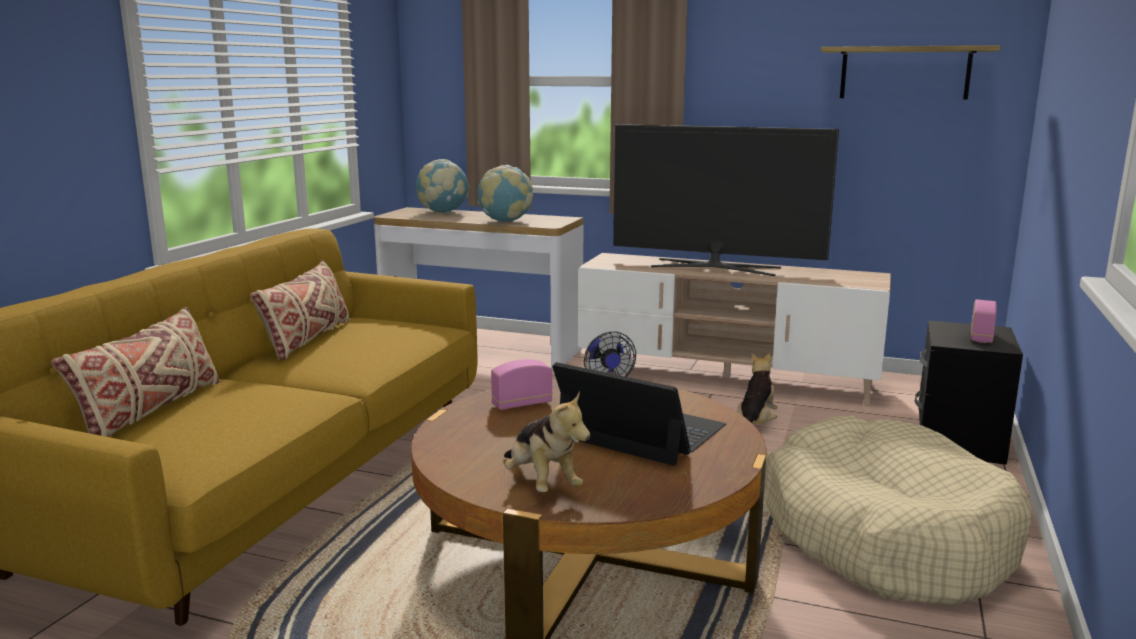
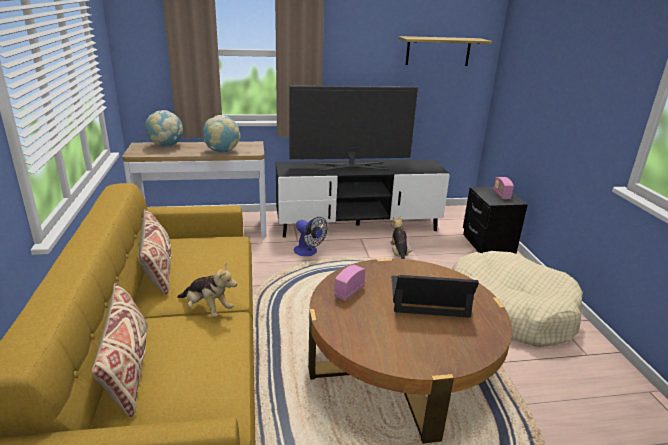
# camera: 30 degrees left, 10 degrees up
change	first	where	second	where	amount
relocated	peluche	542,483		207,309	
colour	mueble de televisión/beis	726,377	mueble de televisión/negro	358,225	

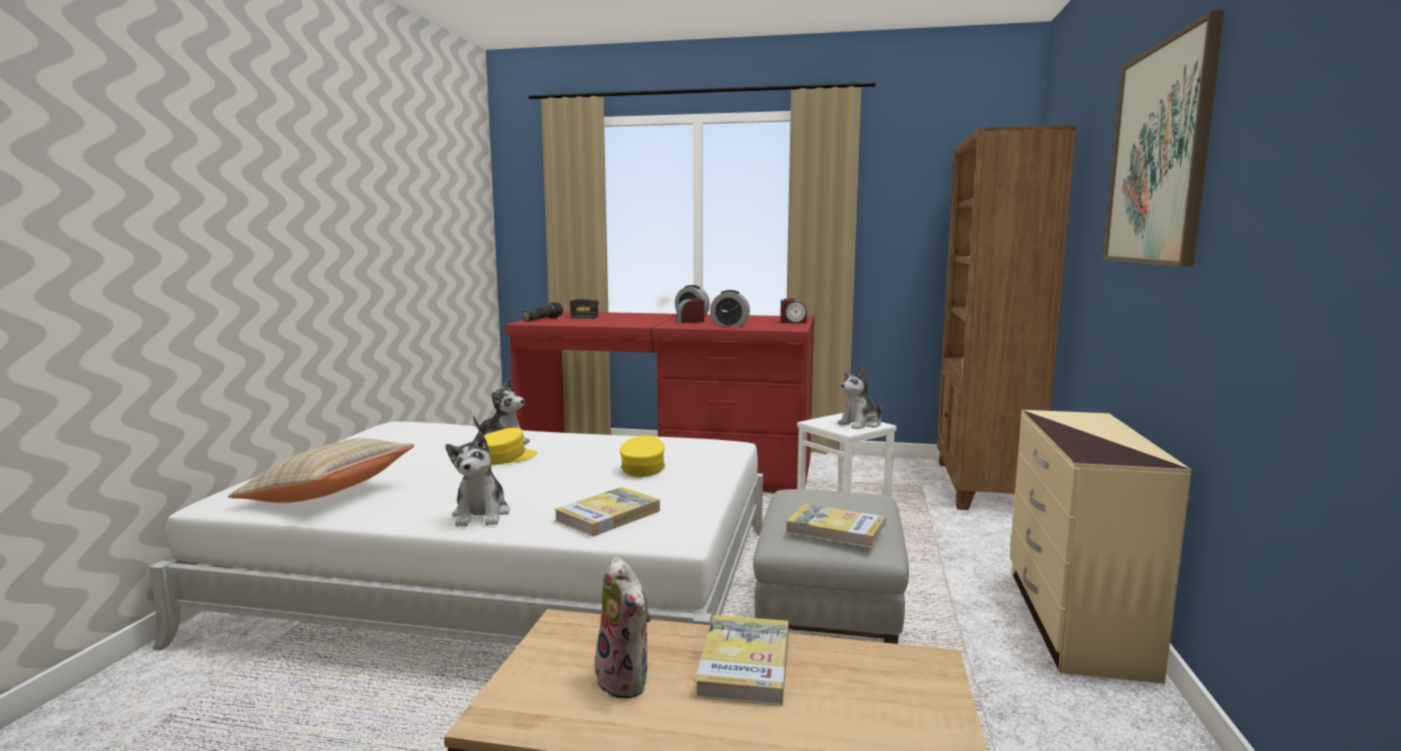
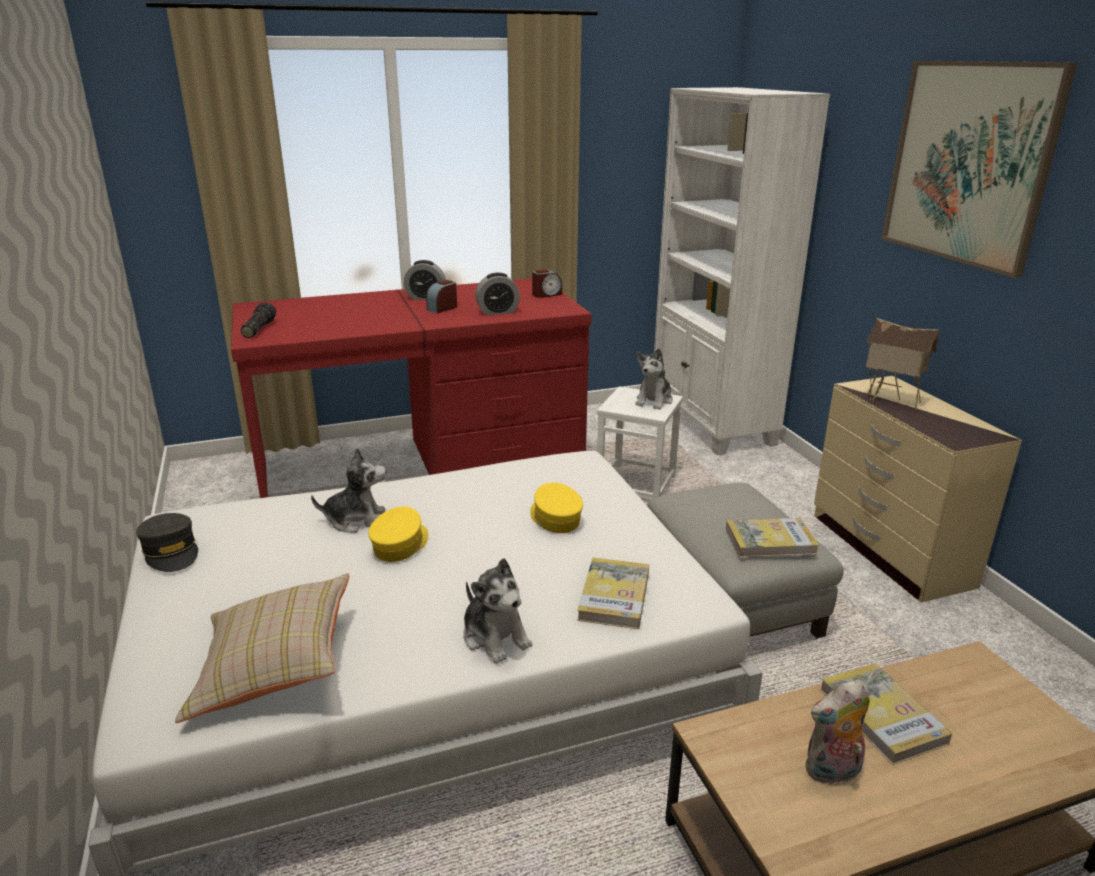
# camera: 30 degrees left, 15 degrees up
change	first	where	second	where	amount
relocated	gorra/gris	584,317		171,552	
colour	estantería/marrón	982,486	estantería/blanco	711,423	
spun	peluche	627,681		832,772	135 degrees clockwise
appeared			casita	890,401	

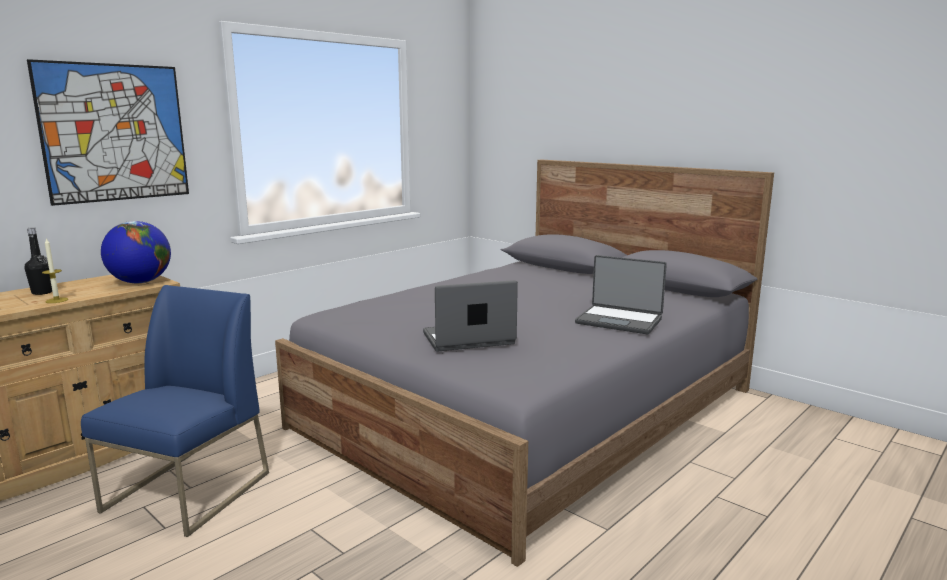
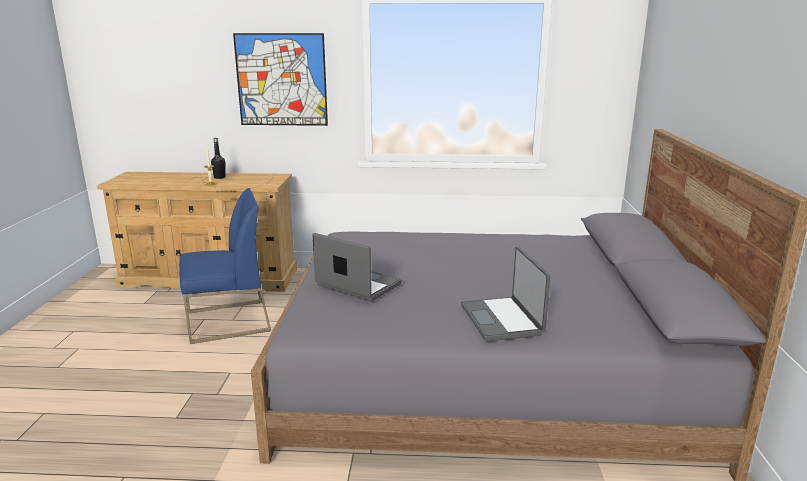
# camera: 50 degrees right, 5 degrees up
change	first	where	second	where	amount
missing	globo terráqueo	140,282			

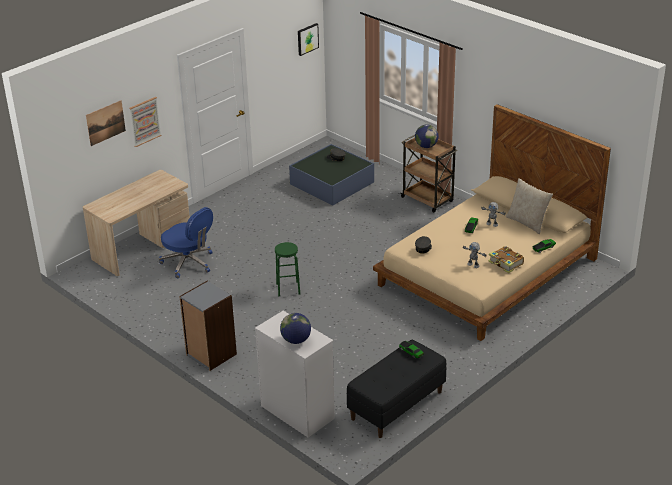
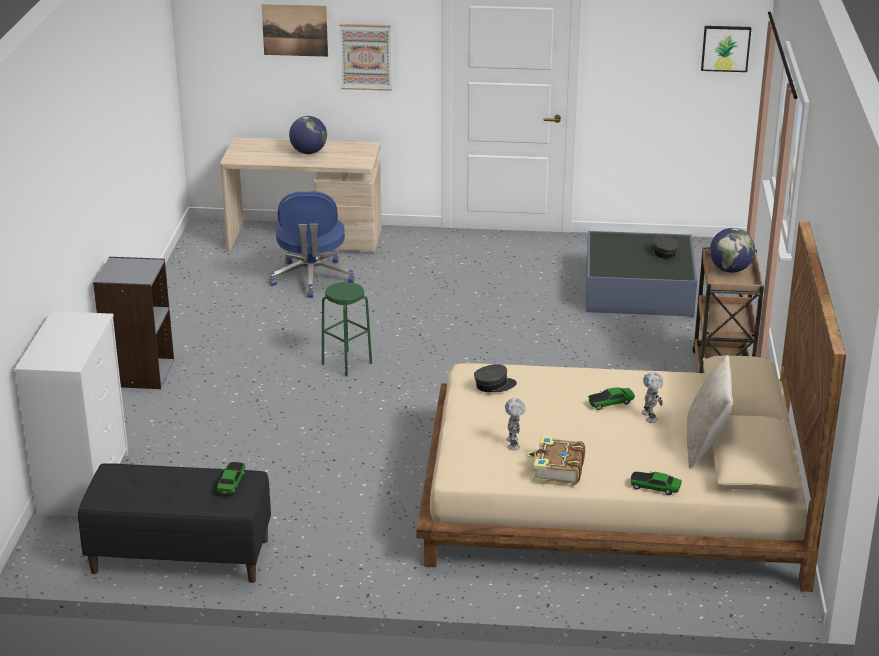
# camera: 50 degrees right, 5 degrees down
change	first	where	second	where	amount
relocated	globo terráqueo	296,340		308,152	

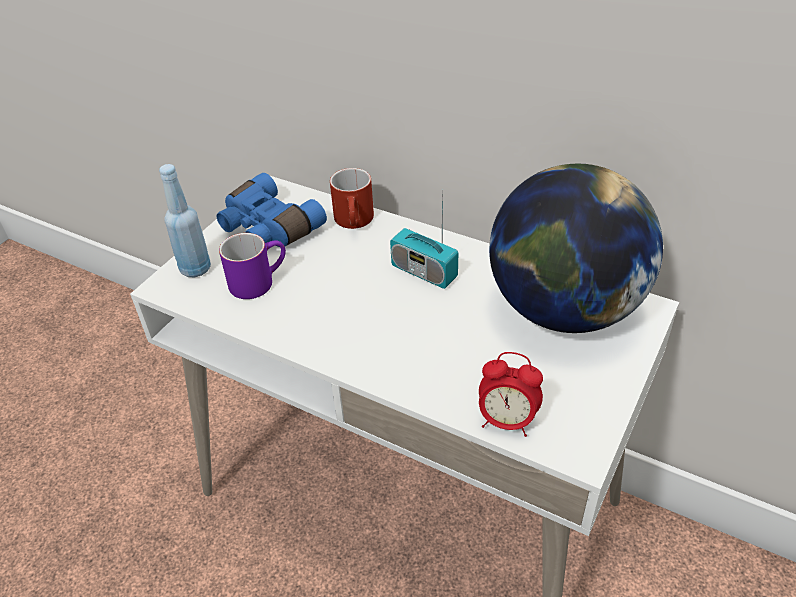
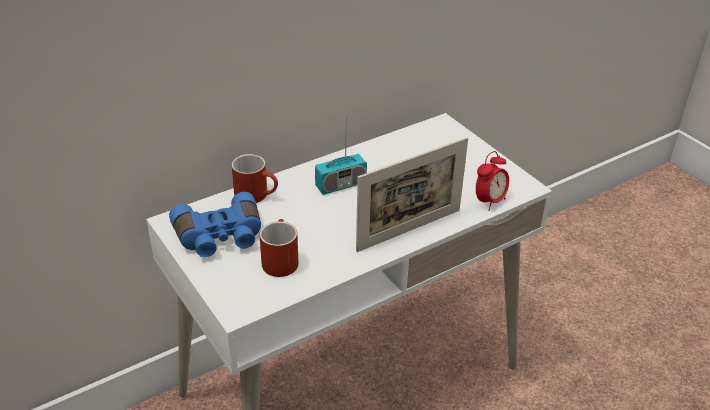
# camera: 65 degrees left, 5 degrees down
change	first	where	second	where	amount
colour	taza grande/morado	258,280	taza grande/rojo	279,259	
appeared			portarretratos	409,230	
missing	botella/azul	195,268			
missing	globo terráqueo	564,309			

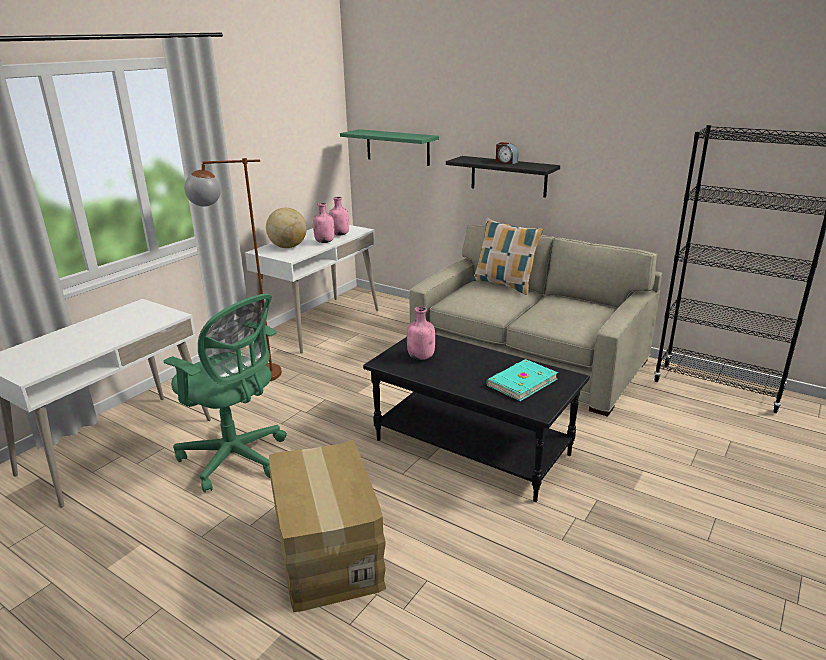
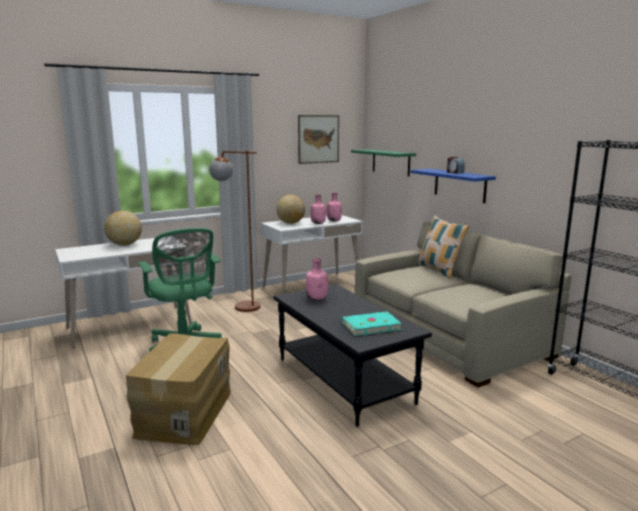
# camera: 25 degrees right, 10 degrees down
change	first	where	second	where	amount
appeared			globo terráqueo	125,245	
appeared			cuadro	318,139	
colour	estante/negro	508,176	estante/azul	459,185	

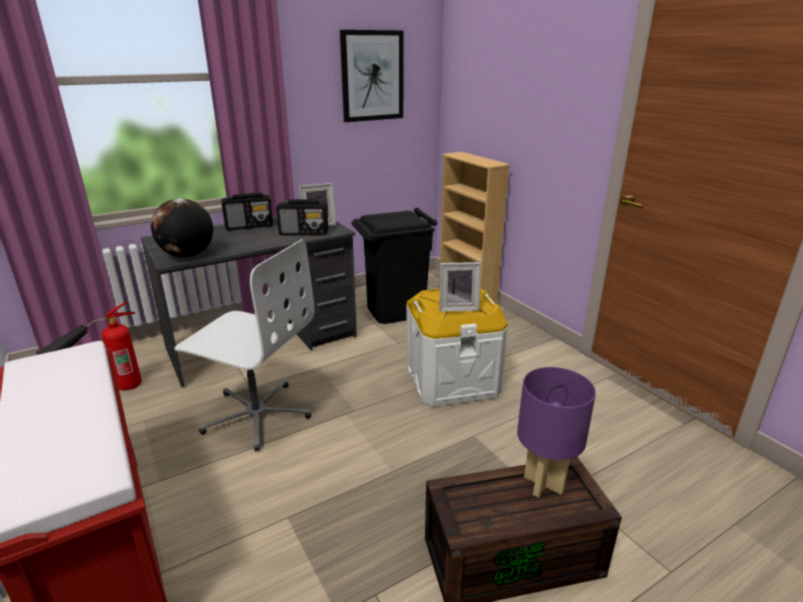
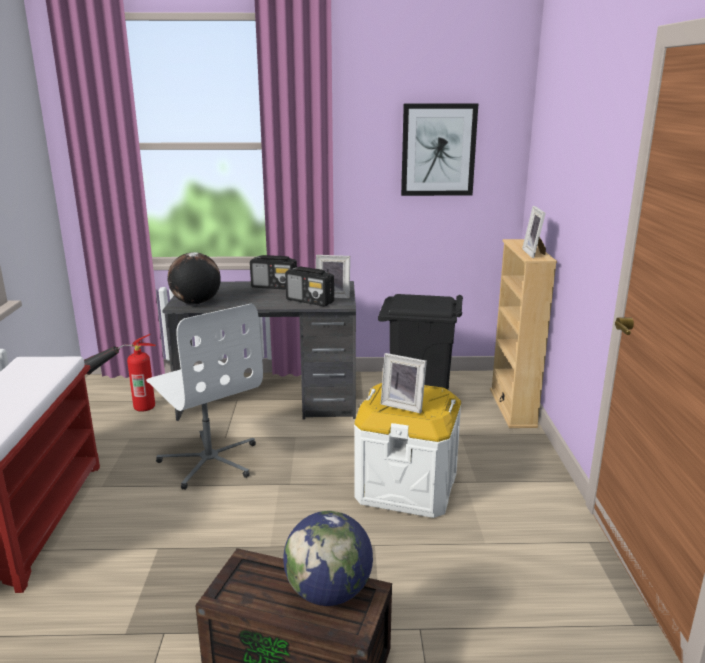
# camera: 30 degrees right, 5 degrees down
change	first	where	second	where	amount
exchanged	lámpara de mesa/morado	543,485	globo terráqueo	328,592	
appeared			portarretratos	534,253	

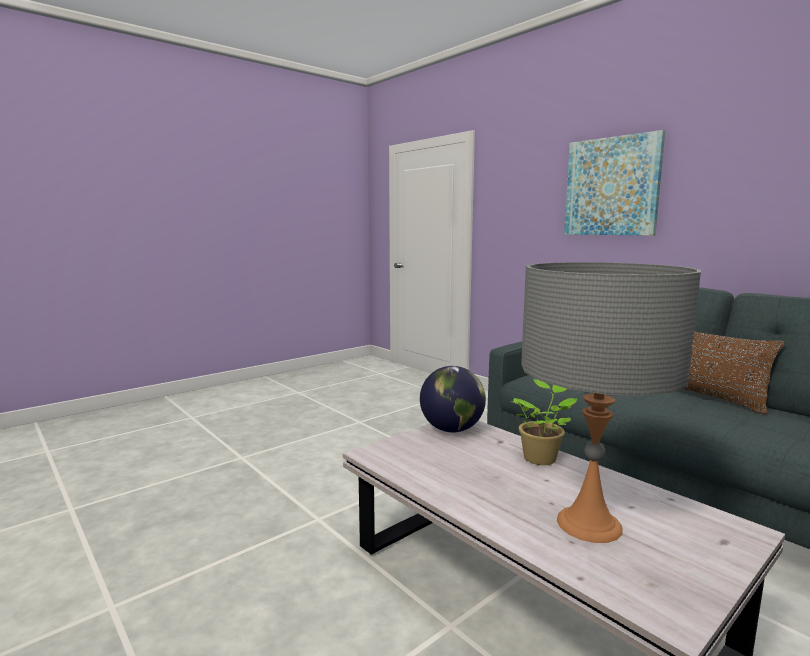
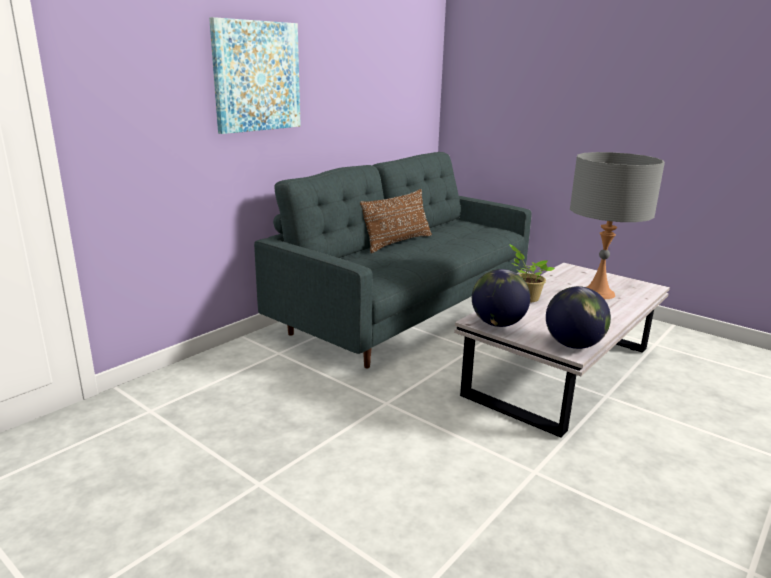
# camera: 100 degrees left, 10 degrees up
change	first	where	second	where	amount
appeared			globo terráqueo	573,345	

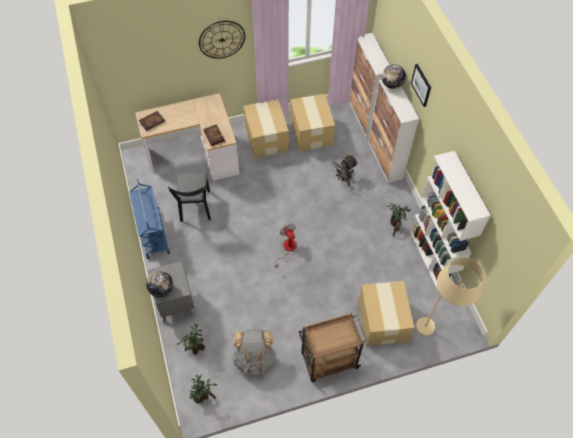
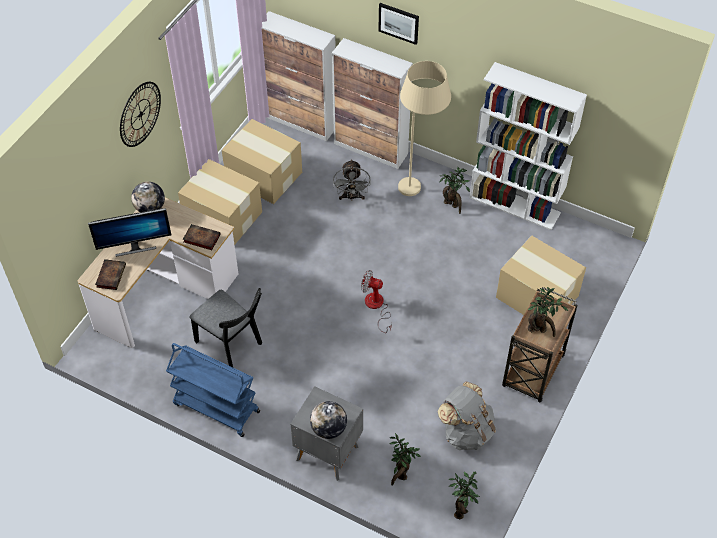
# camera: 45 degrees left, 5 degrees down
change	first	where	second	where	amount
appeared			monitor	135,247	
relocated	globo terráqueo	391,85		150,208	
relocated	lámpara de pie/beis	436,328		419,182	
appeared			planta en maceta	539,330	

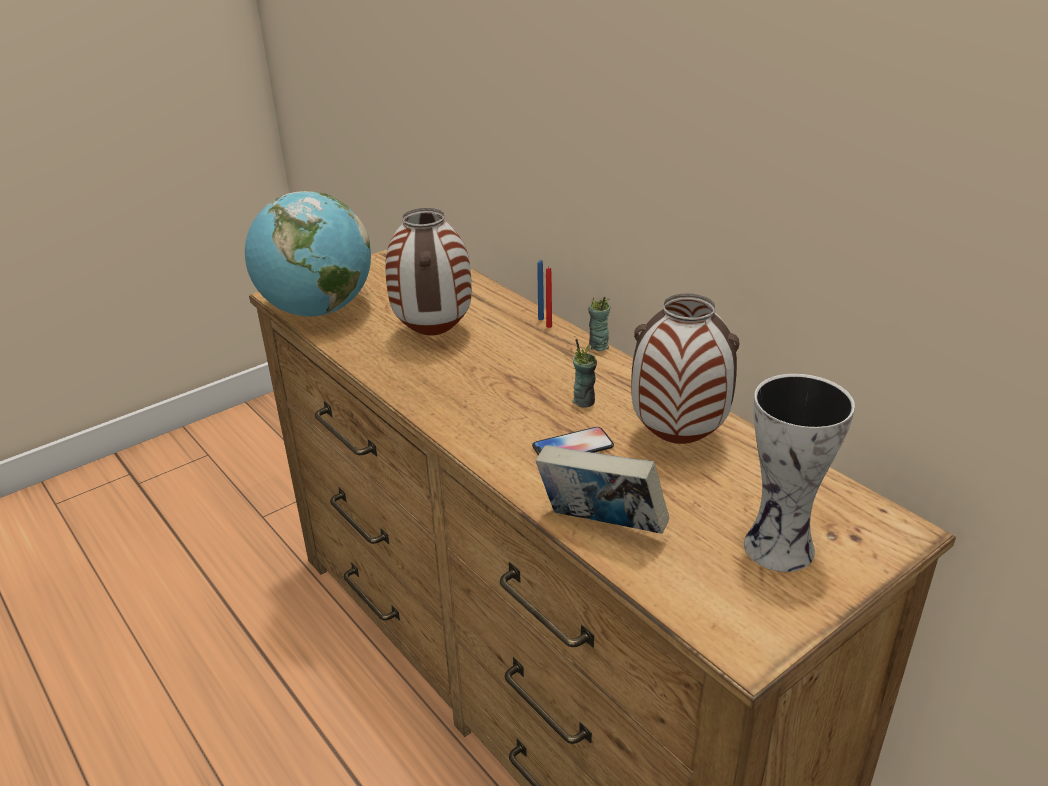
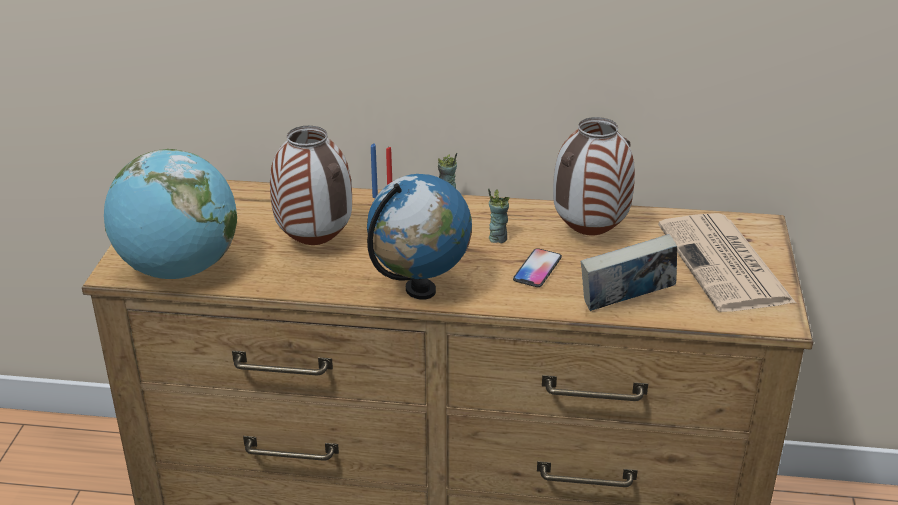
# camera: 45 degrees left, 0 degrees up
change	first	where	second	where	amount
appeared			globo terráqueo	420,290	
exchanged	florero	780,549	periódico	725,265	

